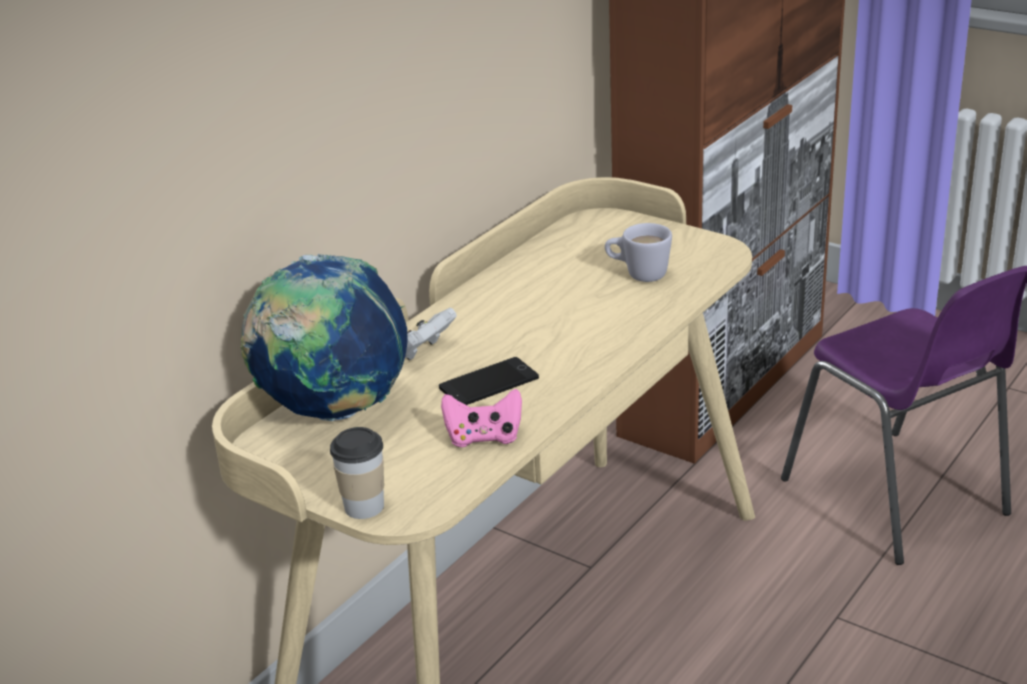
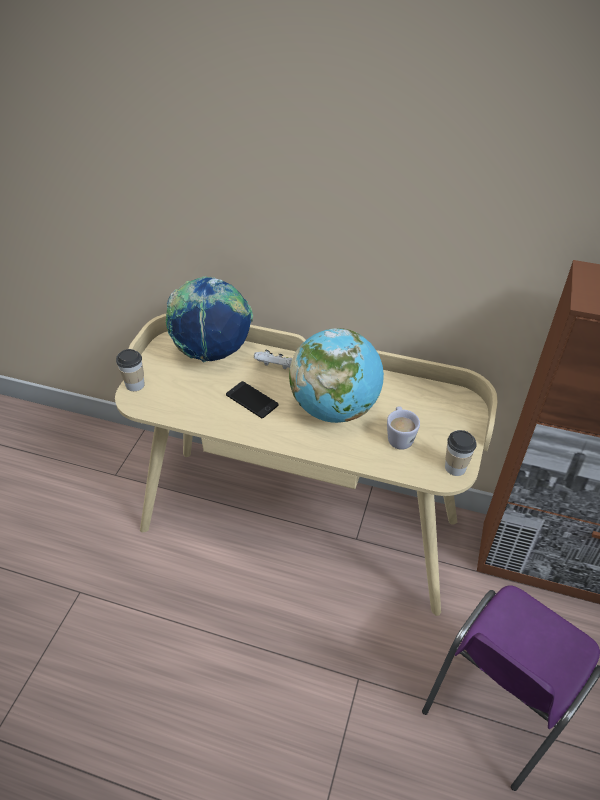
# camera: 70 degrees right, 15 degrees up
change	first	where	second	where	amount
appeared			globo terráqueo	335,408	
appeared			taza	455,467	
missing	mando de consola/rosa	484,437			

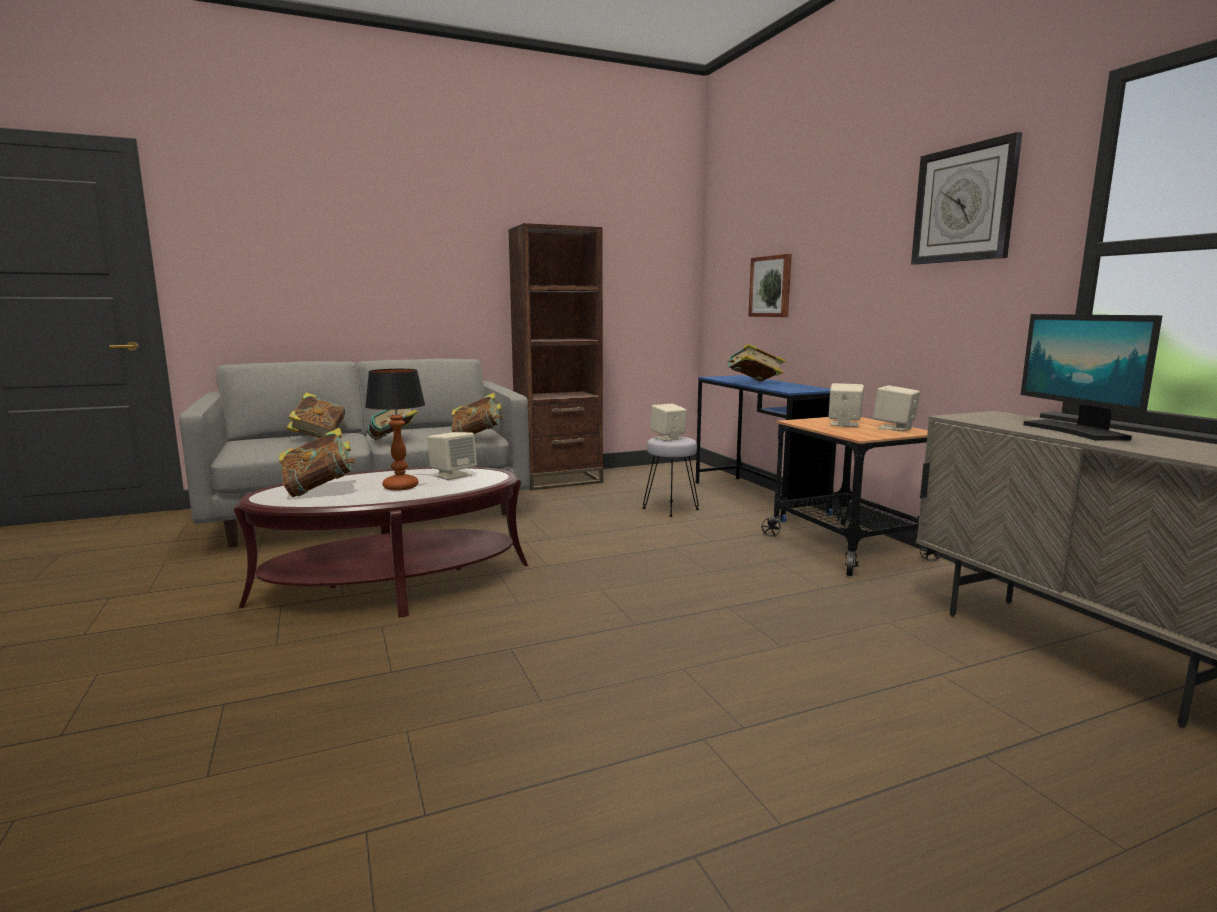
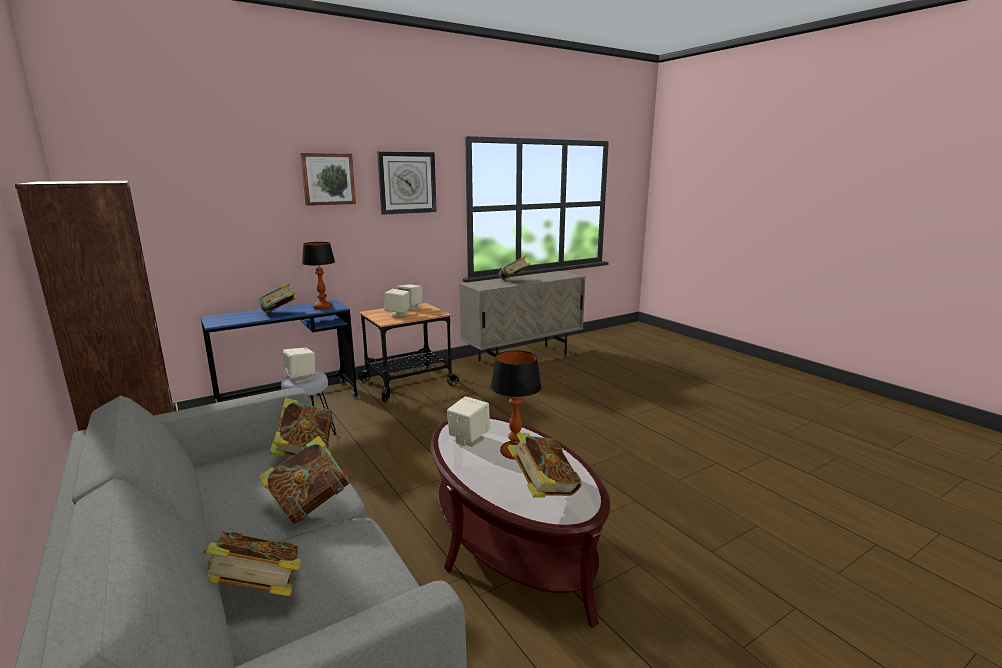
# camera: 100 degrees left, 5 degrees up
change	first	where	second	where	amount
relocated	cuadro	771,286		328,179	
appeared			lámpara de mesa	323,307	
exchanged	monitor	1076,431	libro	514,281	

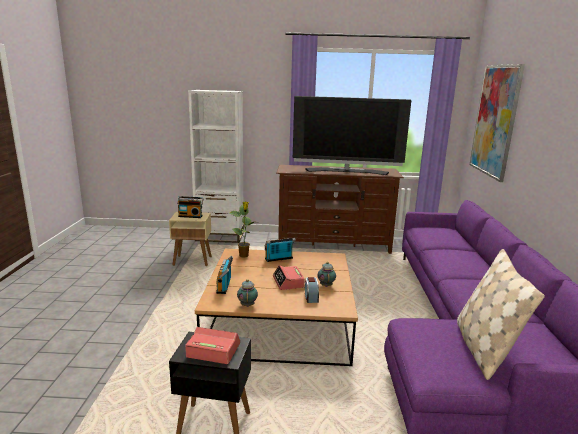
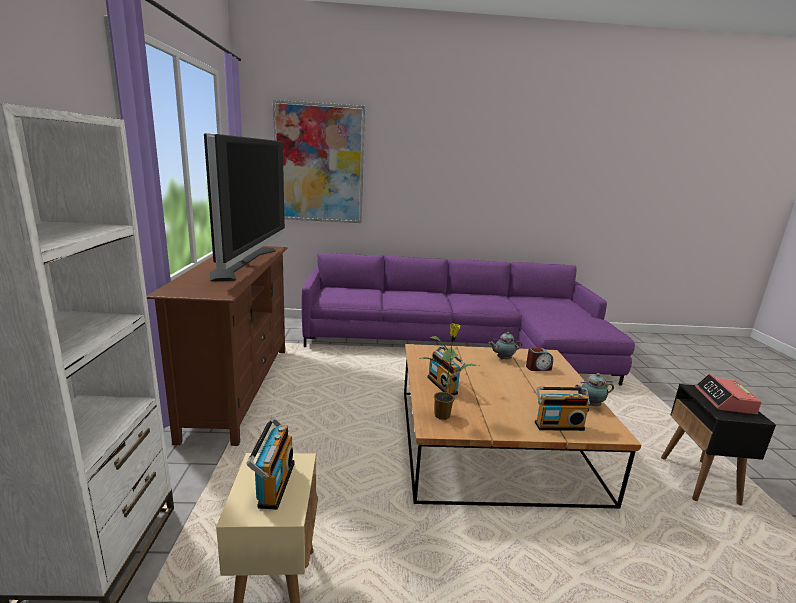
# camera: 95 degrees left, 0 degrees up
change	first	where	second	where	amount
missing	despertador	288,282			
missing	cojín/beis	484,349			

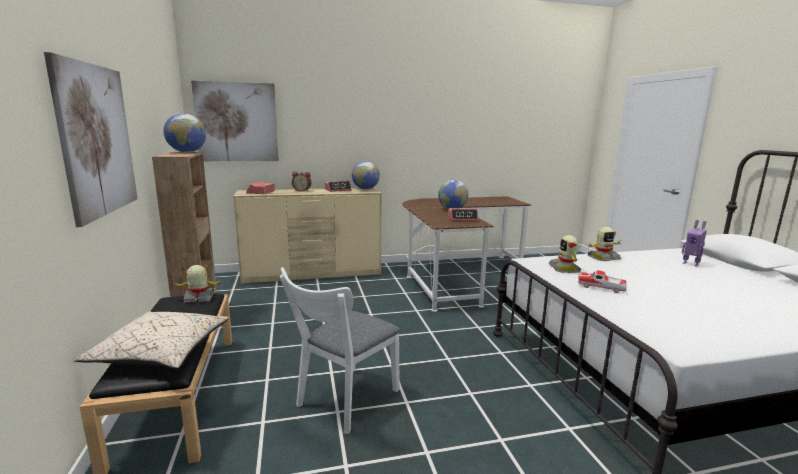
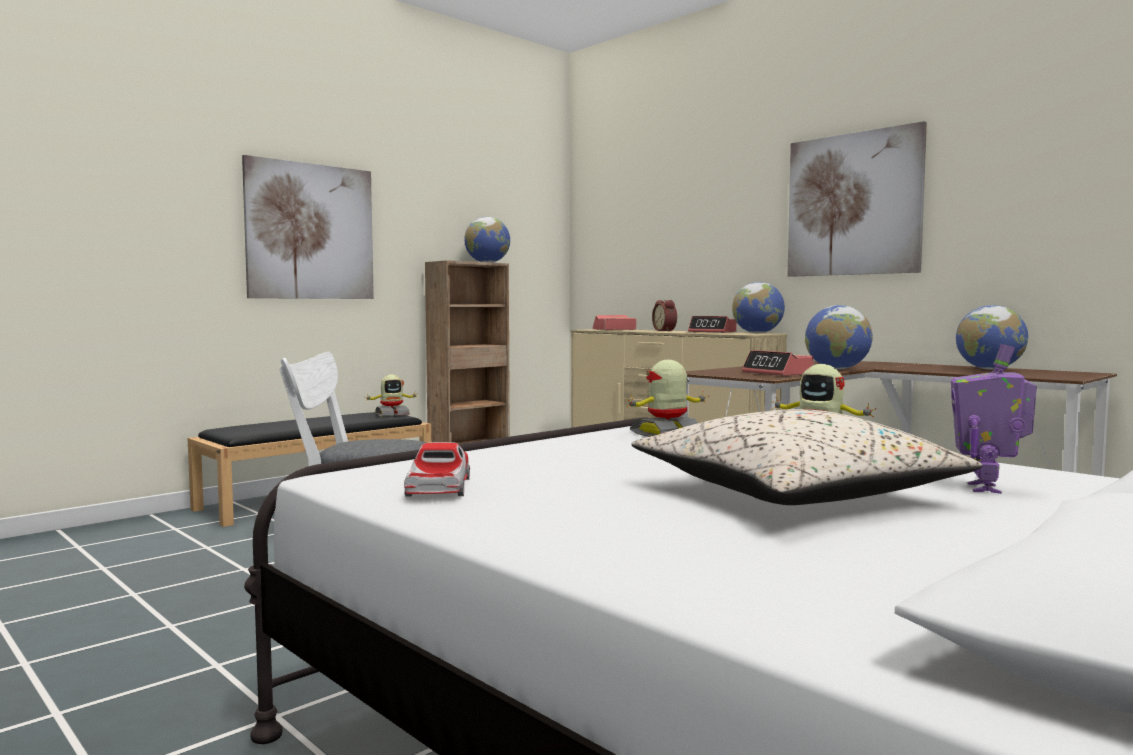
# camera: 60 degrees right, 10 degrees down
change	first	where	second	where	amount
spun	robot de juguete	199,298		392,415	105 degrees clockwise
relocated	coche de juguete	601,287		438,488	
relocated	cojín/beis	162,352		796,496	
relocated	cuadro	237,122		853,204	
appeared			globo terráqueo	989,369	

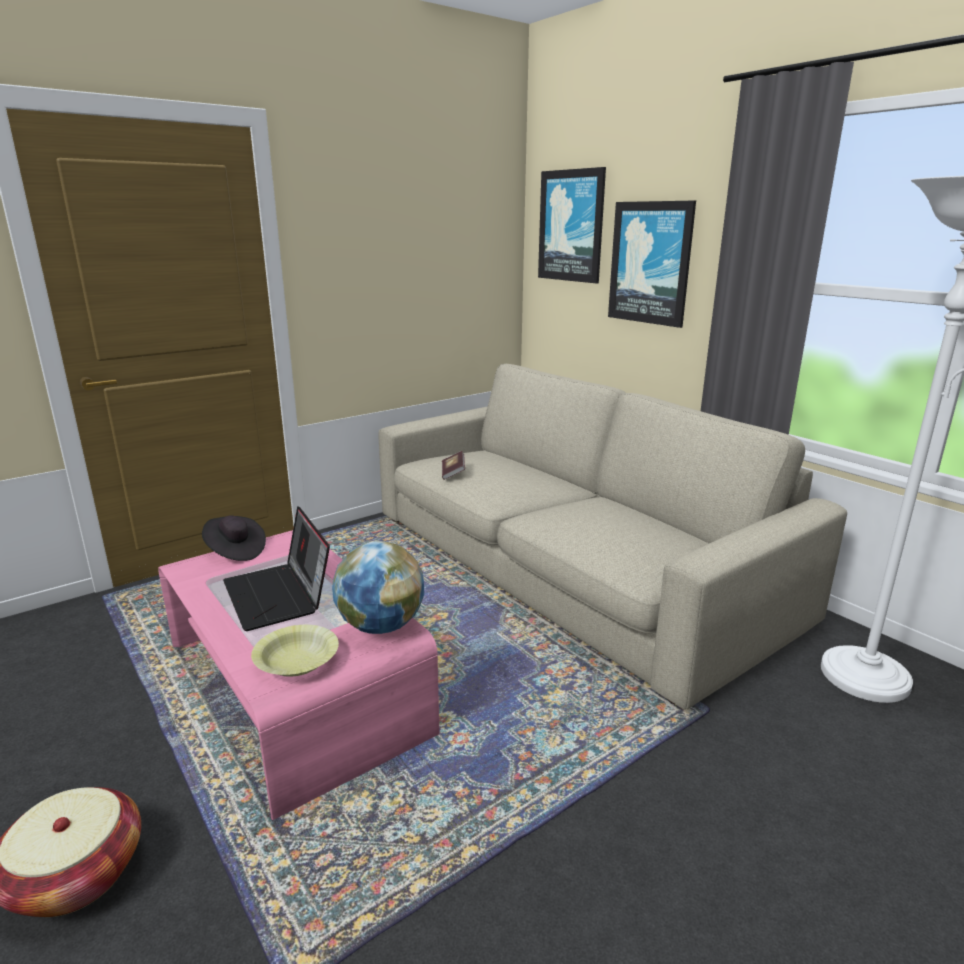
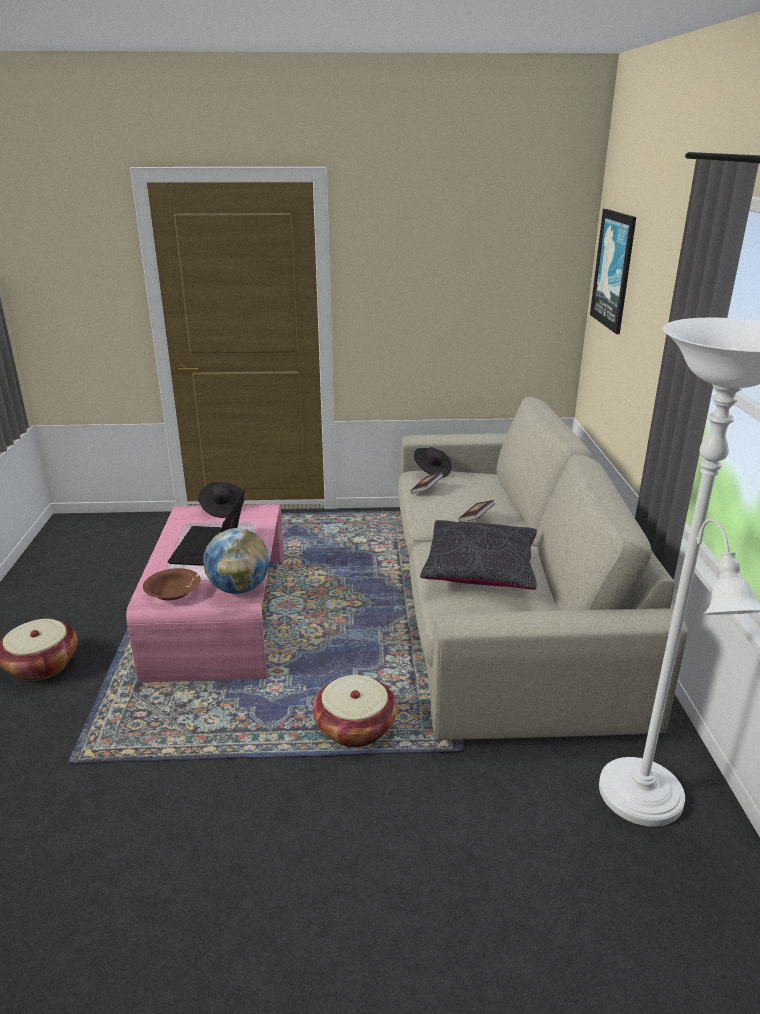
# camera: 35 degrees right, 5 degrees up
change	first	where	second	where	amount
colour	cuenco/amarillo	297,661	cuenco/marrón	173,592	
appeared			cesta	355,727	
appeared			sombrero/negro	431,471	
appeared			cojín/negro	480,570	
appeared			libro	476,518	
missing	cuadro	650,263			

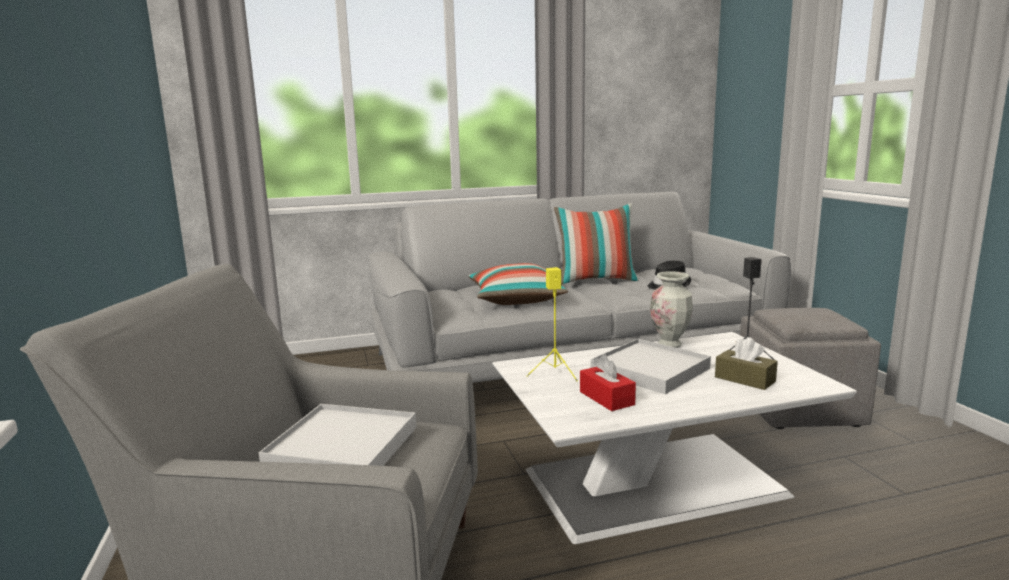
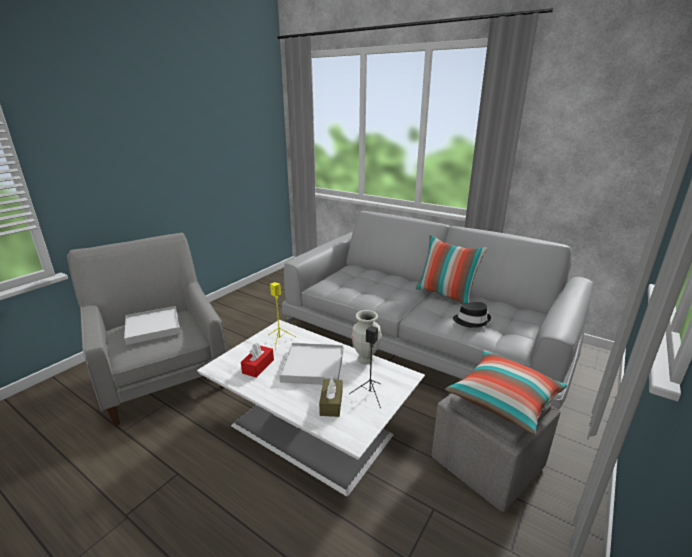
# camera: 50 degrees right, 10 degrees up
change	first	where	second	where	amount
relocated	cojín	516,299		503,400	

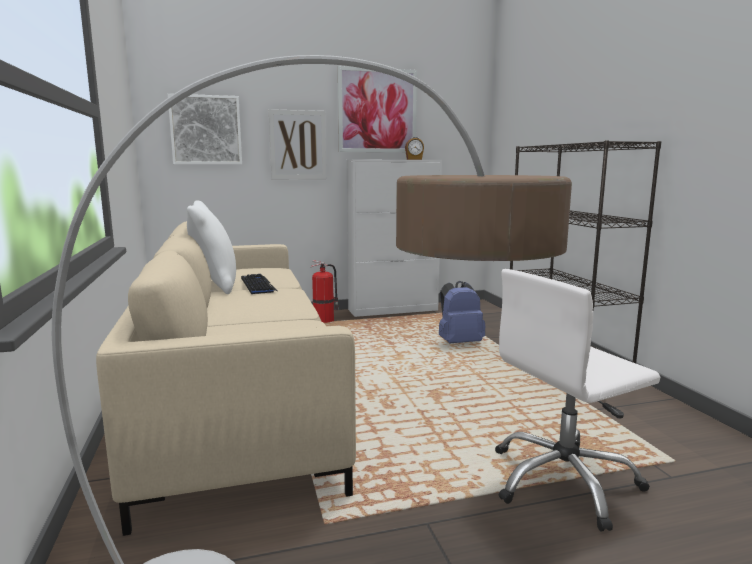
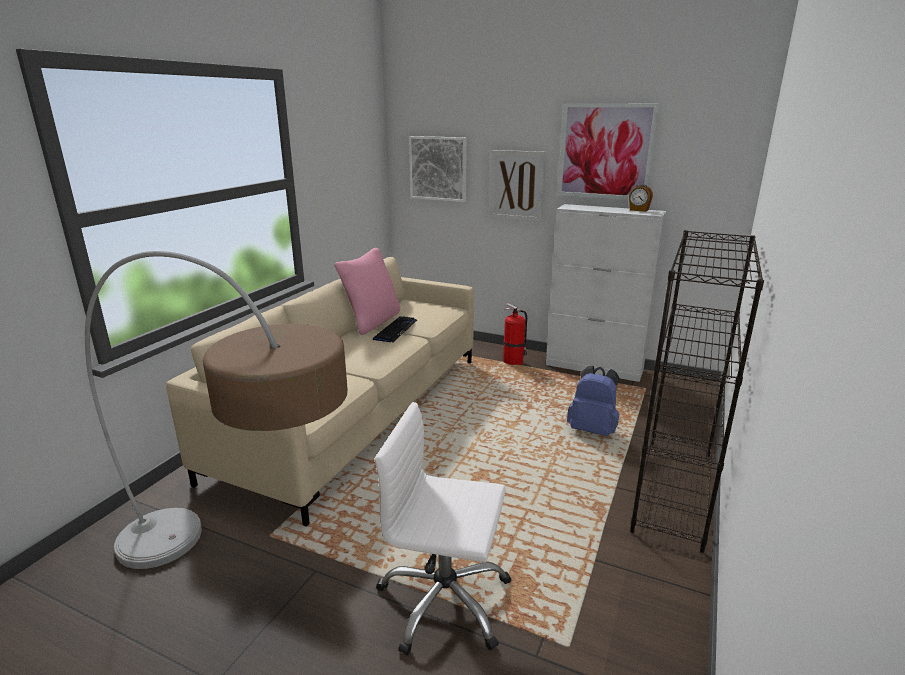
# camera: 40 degrees right, 10 degrees up
change	first	where	second	where	amount
colour	cojín/blanco	214,285	cojín/rosa	372,322	

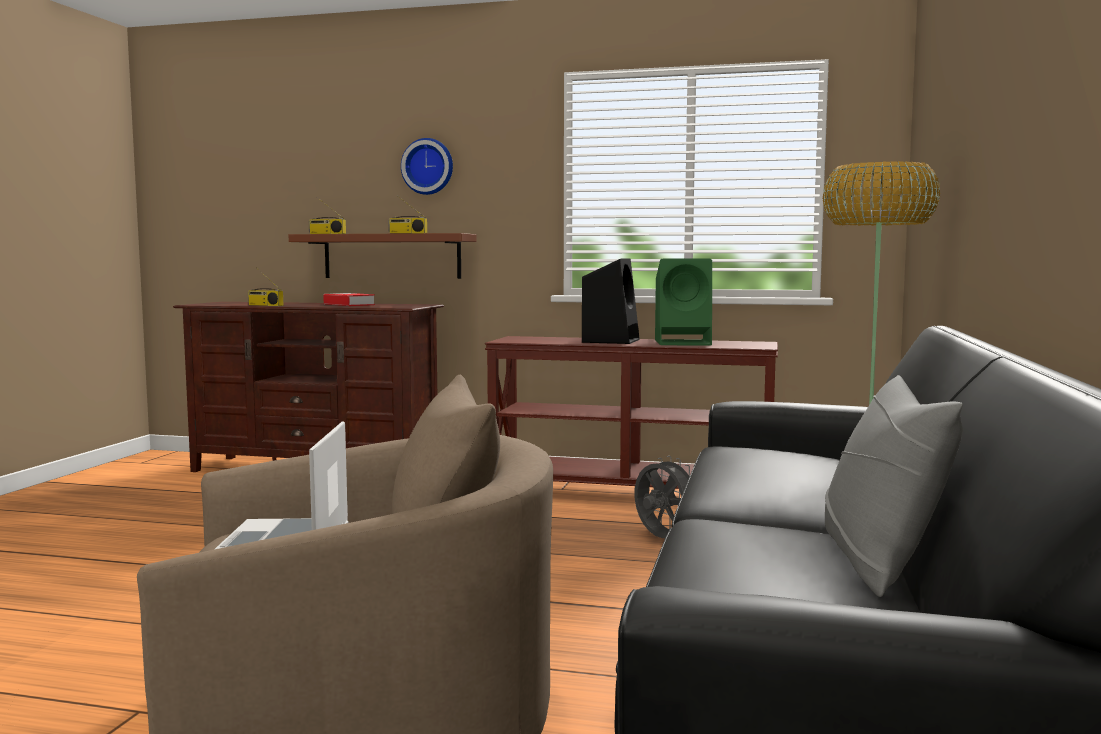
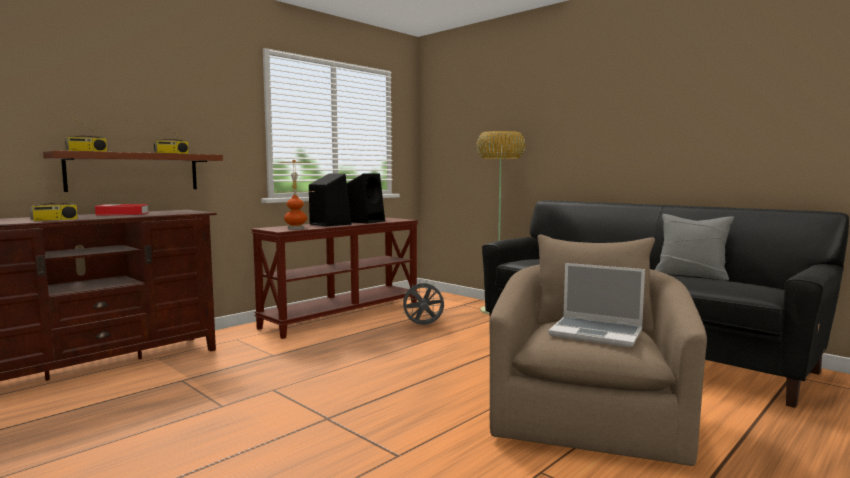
# camera: 60 degrees left, 0 degrees up
change	first	where	second	where	amount
appeared			lámpara de mesa	295,228	
colour	altavoz/verde	684,342	altavoz/negro	365,221	
missing	reloj de pared	428,166			

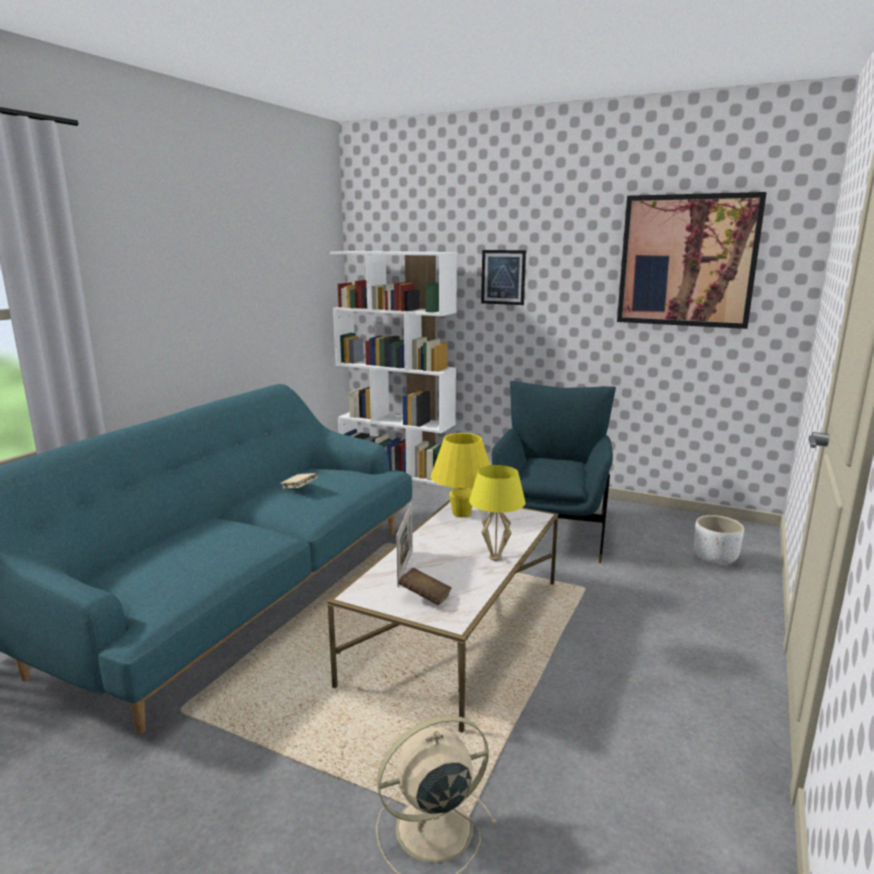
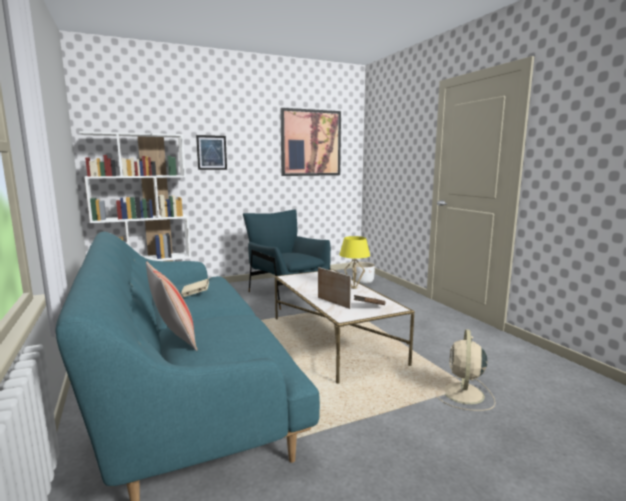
# camera: 50 degrees left, 5 degrees down
change	first	where	second	where	amount
appeared			cojín	174,339	
missing	lámpara de mesa/amarillo	461,513			

